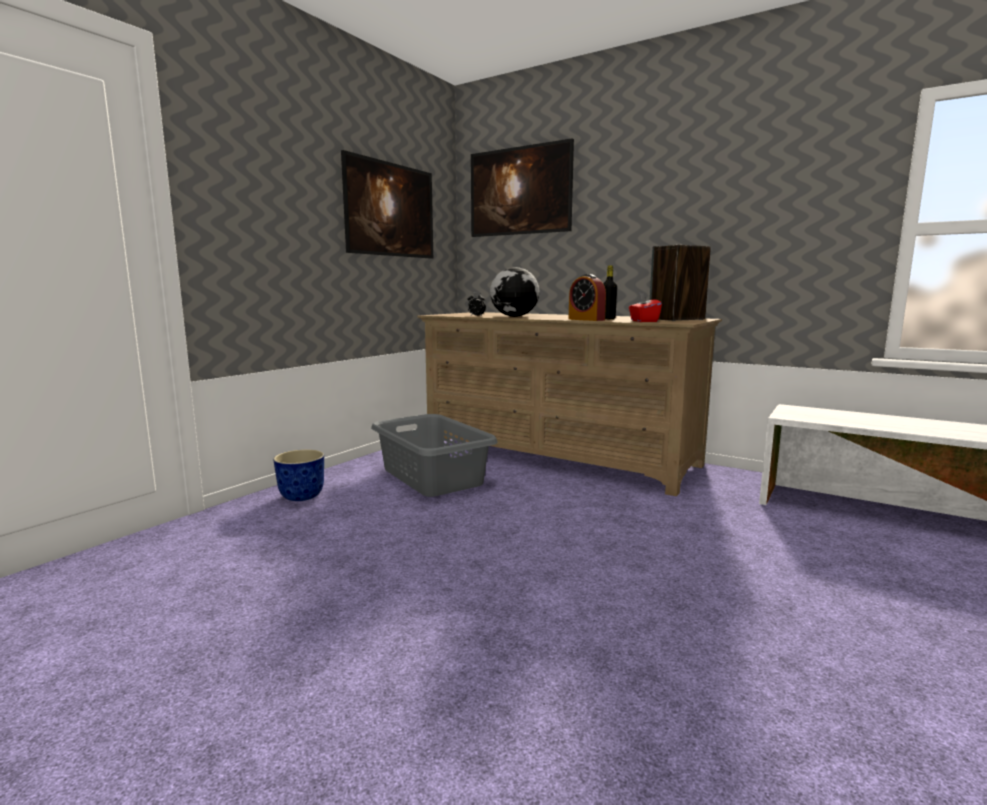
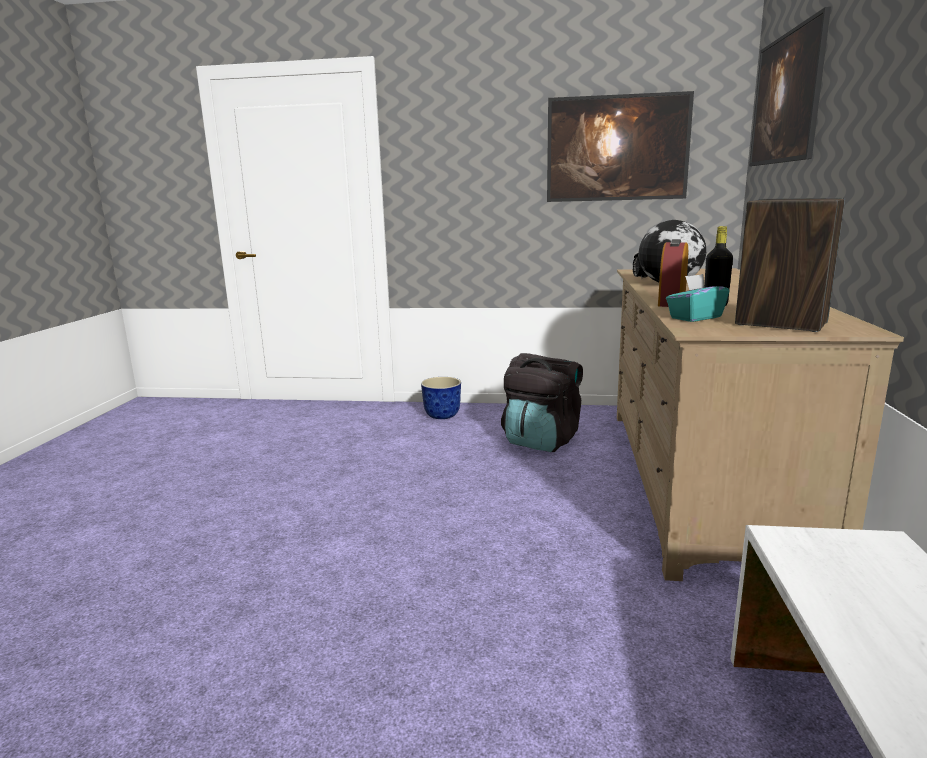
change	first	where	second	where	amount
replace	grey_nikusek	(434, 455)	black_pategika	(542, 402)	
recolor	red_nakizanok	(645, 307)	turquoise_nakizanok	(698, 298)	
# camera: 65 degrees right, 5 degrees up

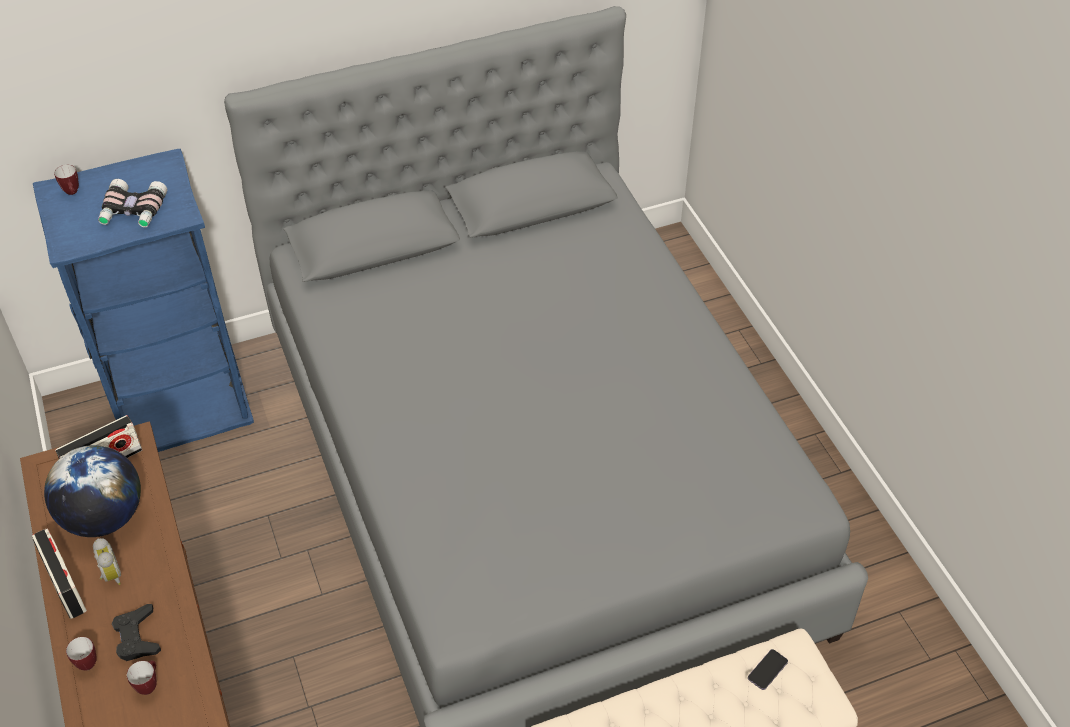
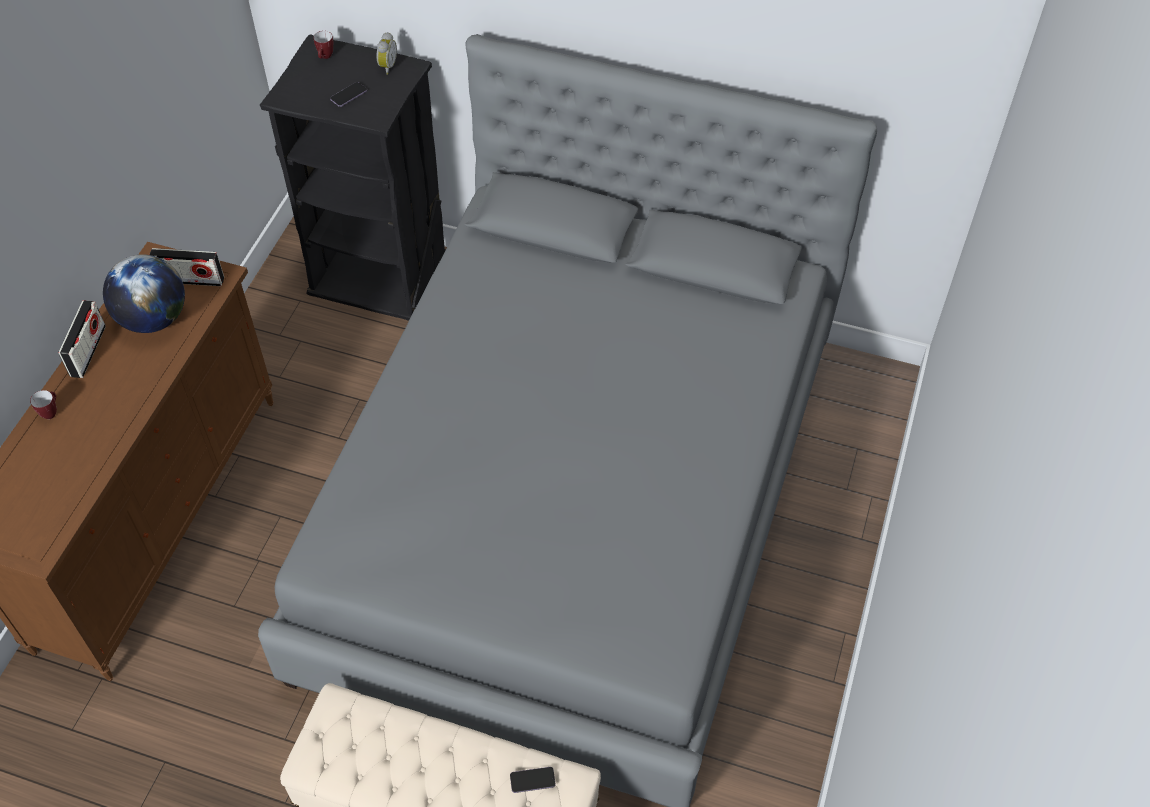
change	first	where	second	where	amount
recolor	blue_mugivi	(143, 300)	black_mugivi	(353, 177)	
move	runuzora	(107, 561)		(387, 53)	
replace	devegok	(132, 203)	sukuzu	(348, 94)	
delete	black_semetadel	(136, 632)			
delete	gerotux	(142, 678)			
# camera: 40 degrees right, 5 degrees up

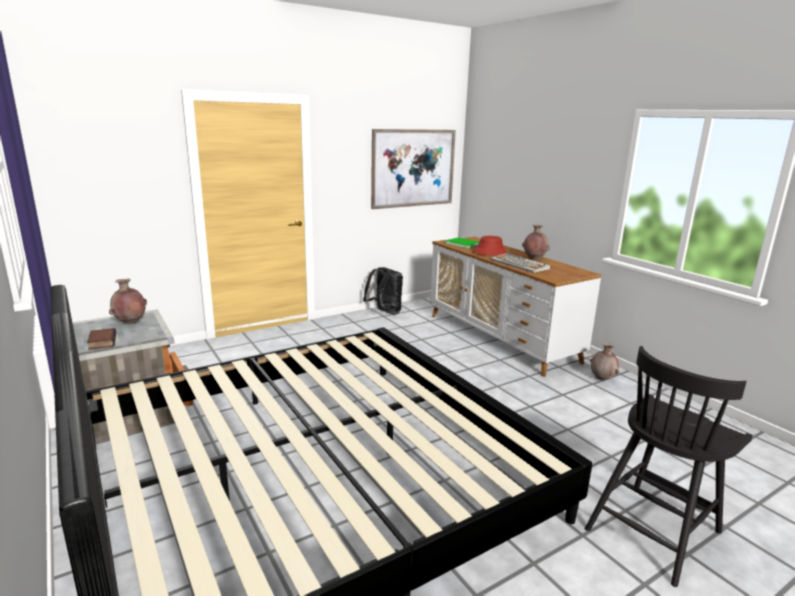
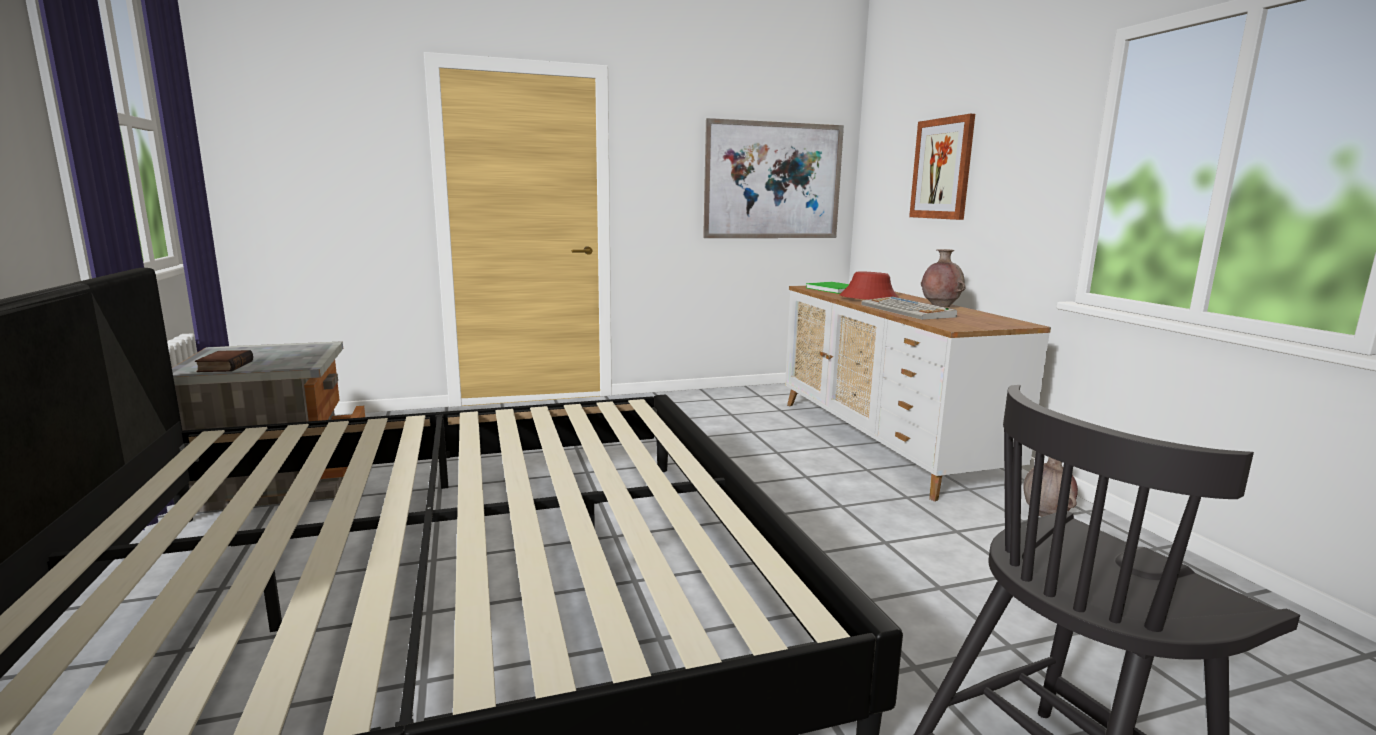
change	first	where	second	where	amount
delete	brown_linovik	(128, 301)			
delete	black_pategika	(383, 291)			
insert			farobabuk	(942, 167)	
# camera: 15 degrees right, 5 degrees down

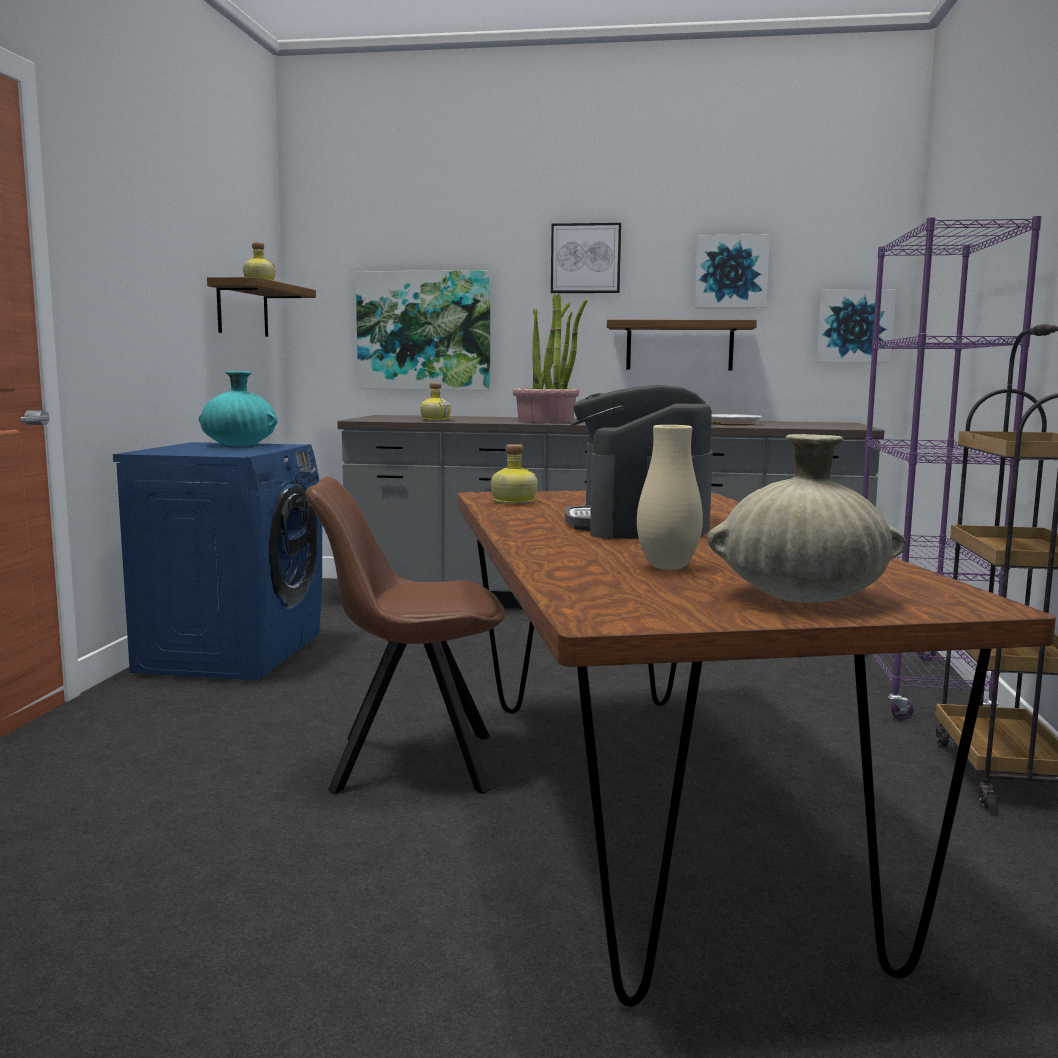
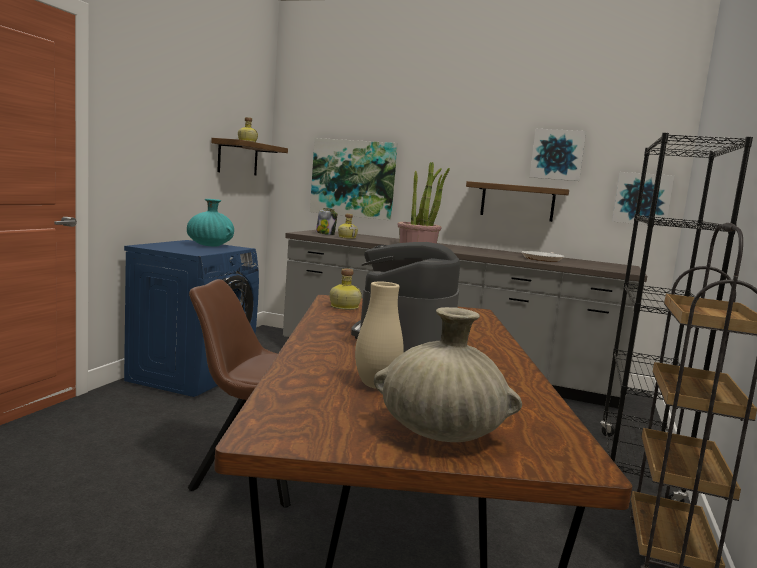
change	first	where	second	where	amount
delete	farobabuk	(586, 258)			
recolor	purple_mugivi	(952, 468)	black_mugivi	(676, 317)	
insert			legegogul	(326, 221)	
# camera: 10 degrees right, 0 degrees up

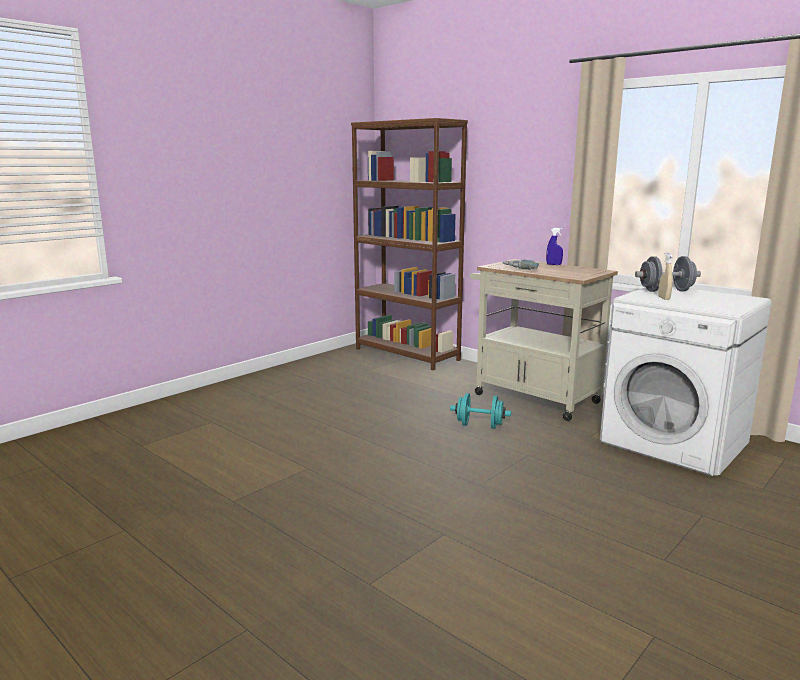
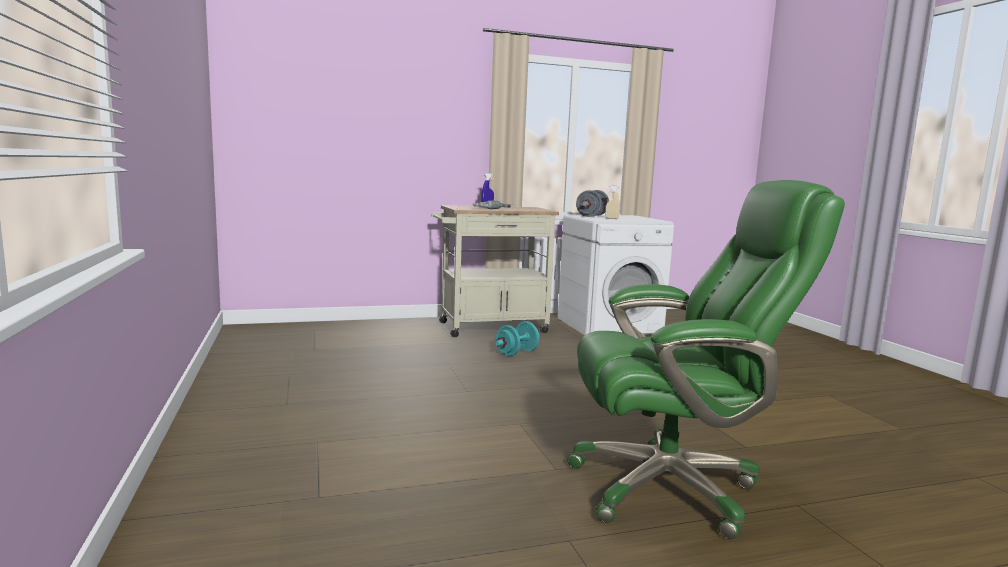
change	first	where	second	where	amount
delete	brown_mugivi	(409, 244)			
insert			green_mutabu	(706, 359)	
# camera: 60 degrees left, 5 degrees down

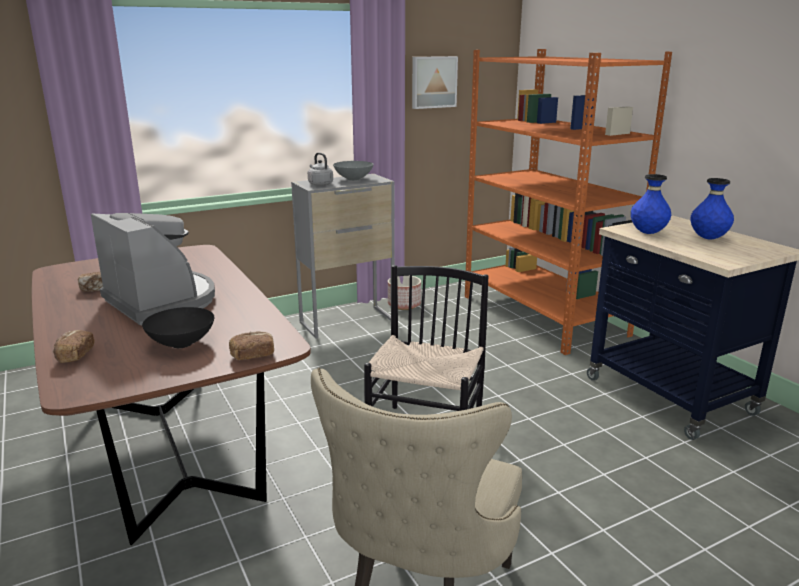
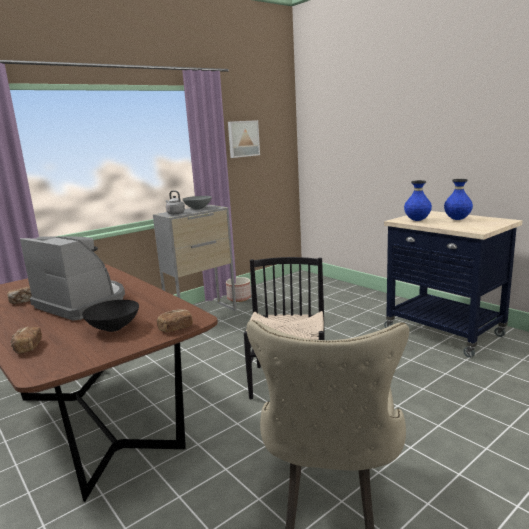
change	first	where	second	where	amount
delete	orange_mugivi	(568, 202)			
# camera: 10 degrees left, 5 degrees down

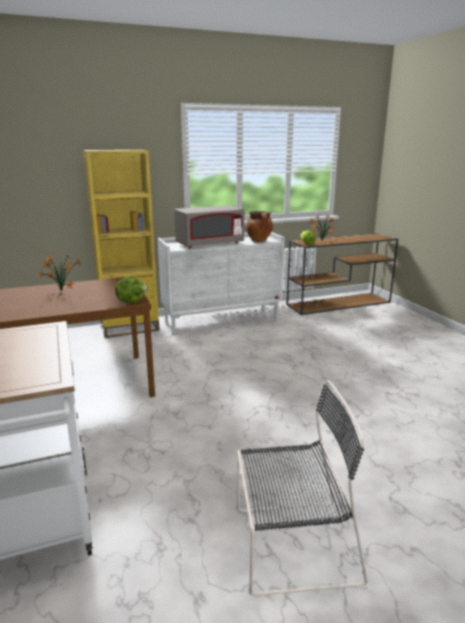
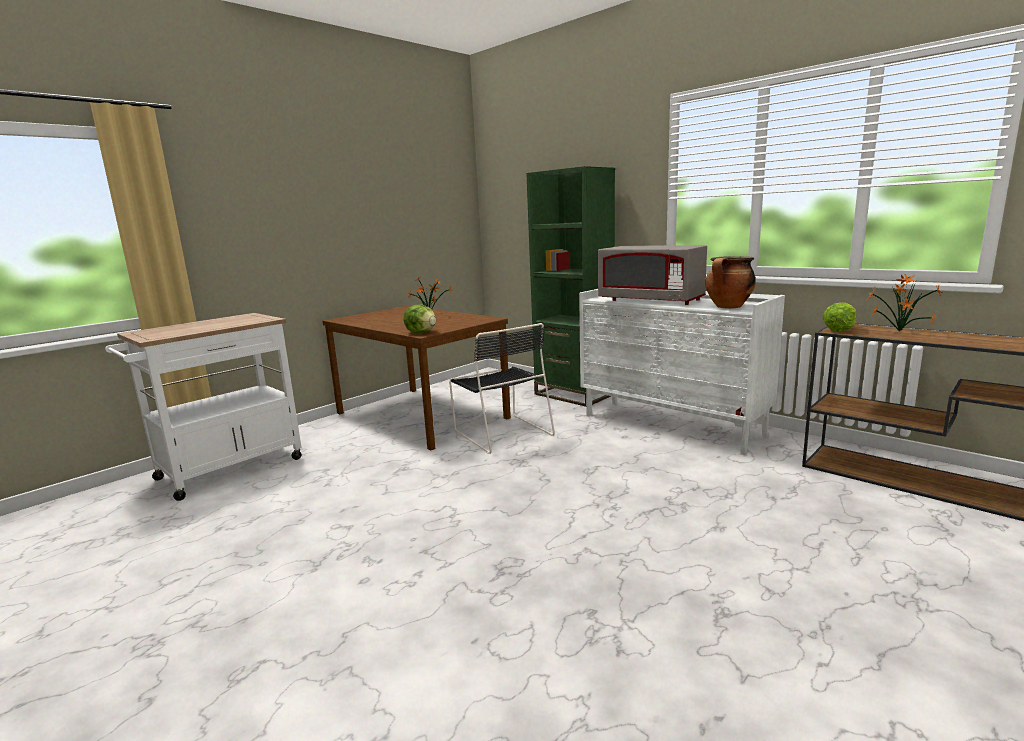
change	first	where	second	where	amount
recolor	yellow_mugivi	(121, 244)	green_mugivi	(570, 286)	
move	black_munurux	(302, 488)		(502, 388)	
# camera: 65 degrees right, 5 degrees down

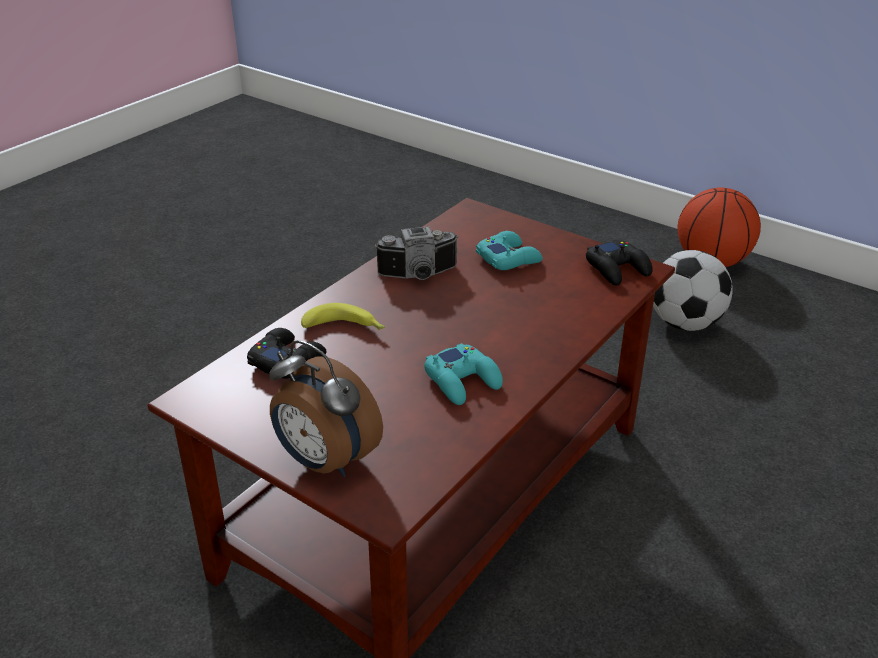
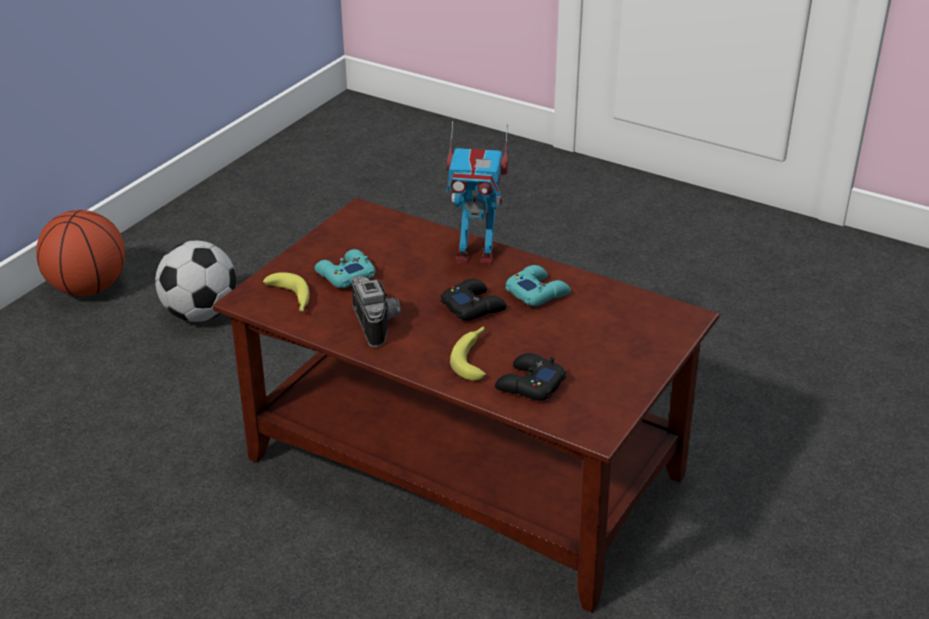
change	first	where	second	where	amount
delete	runuzora	(326, 408)			
move	black_semetadel	(619, 262)		(474, 300)	
insert			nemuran	(286, 291)	
insert			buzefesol	(477, 193)	
# camera: 95 degrees left, 0 degrees up

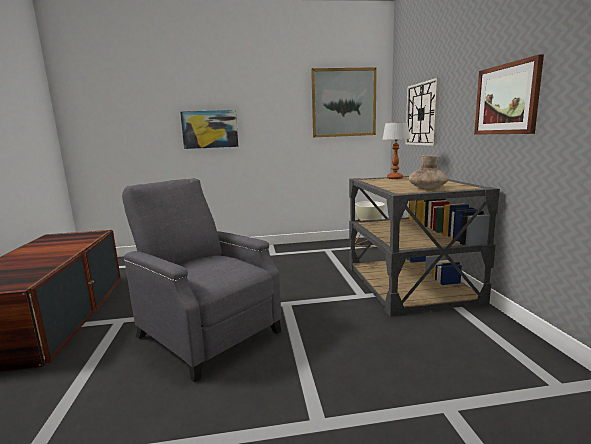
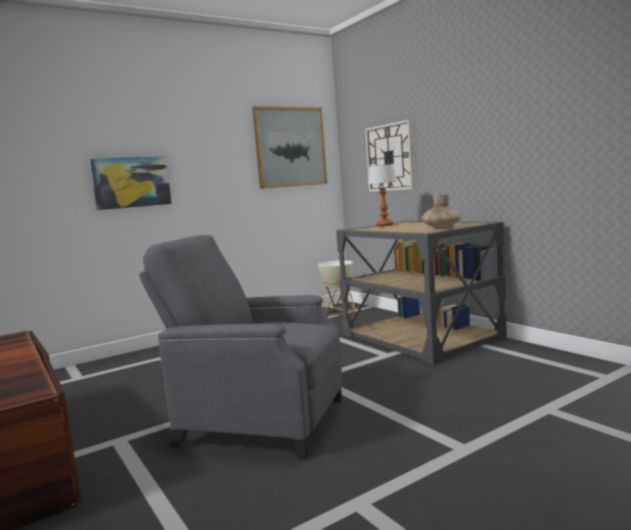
change	first	where	second	where	amount
delete	farobabuk	(509, 94)			
# camera: 25 degrees left, 5 degrees down

